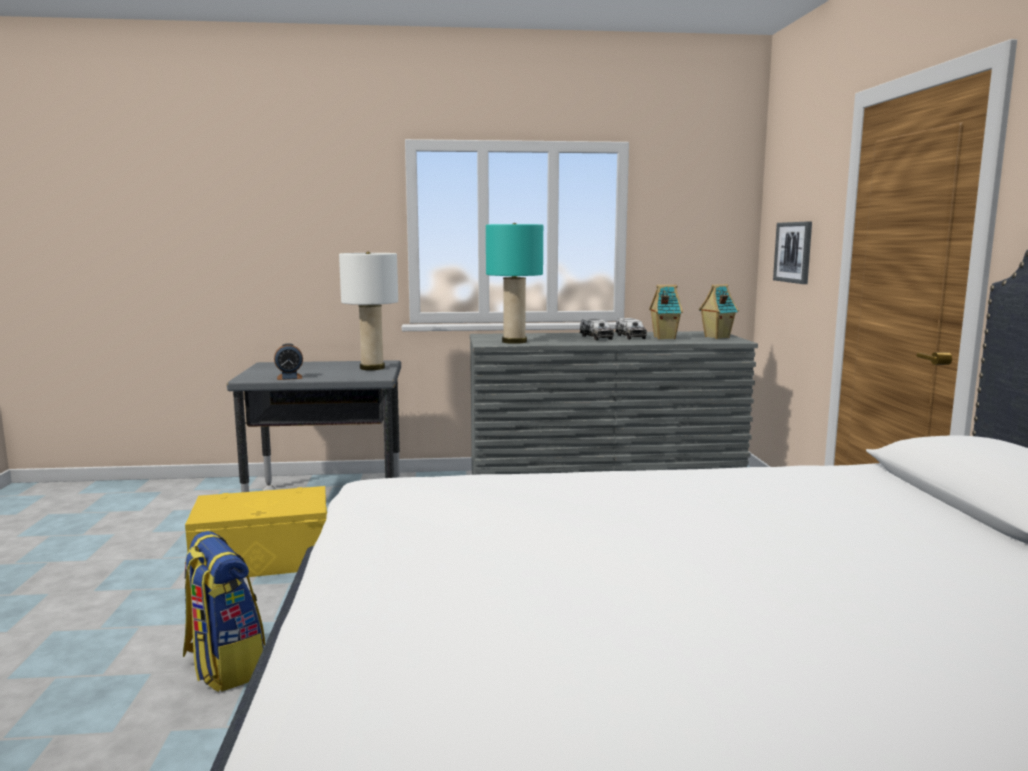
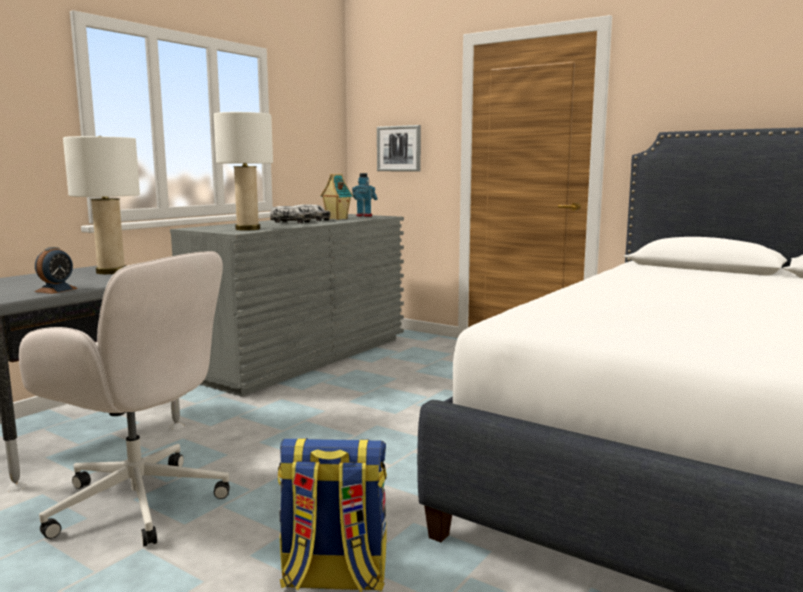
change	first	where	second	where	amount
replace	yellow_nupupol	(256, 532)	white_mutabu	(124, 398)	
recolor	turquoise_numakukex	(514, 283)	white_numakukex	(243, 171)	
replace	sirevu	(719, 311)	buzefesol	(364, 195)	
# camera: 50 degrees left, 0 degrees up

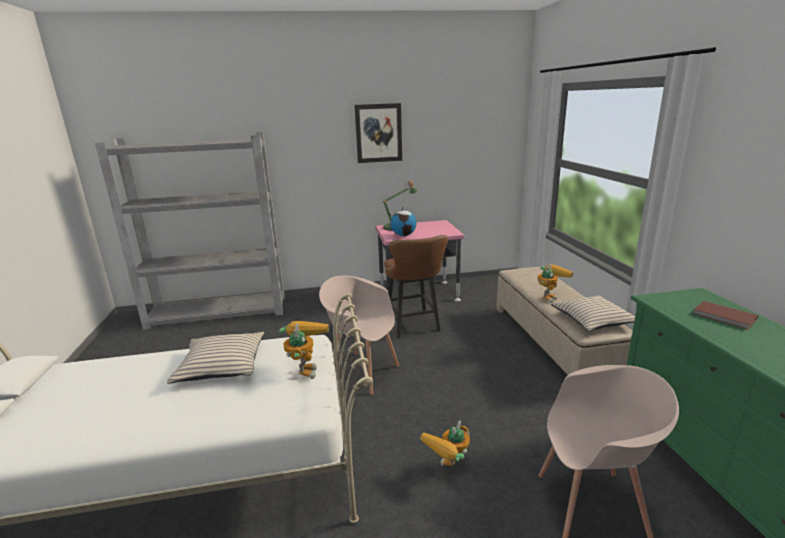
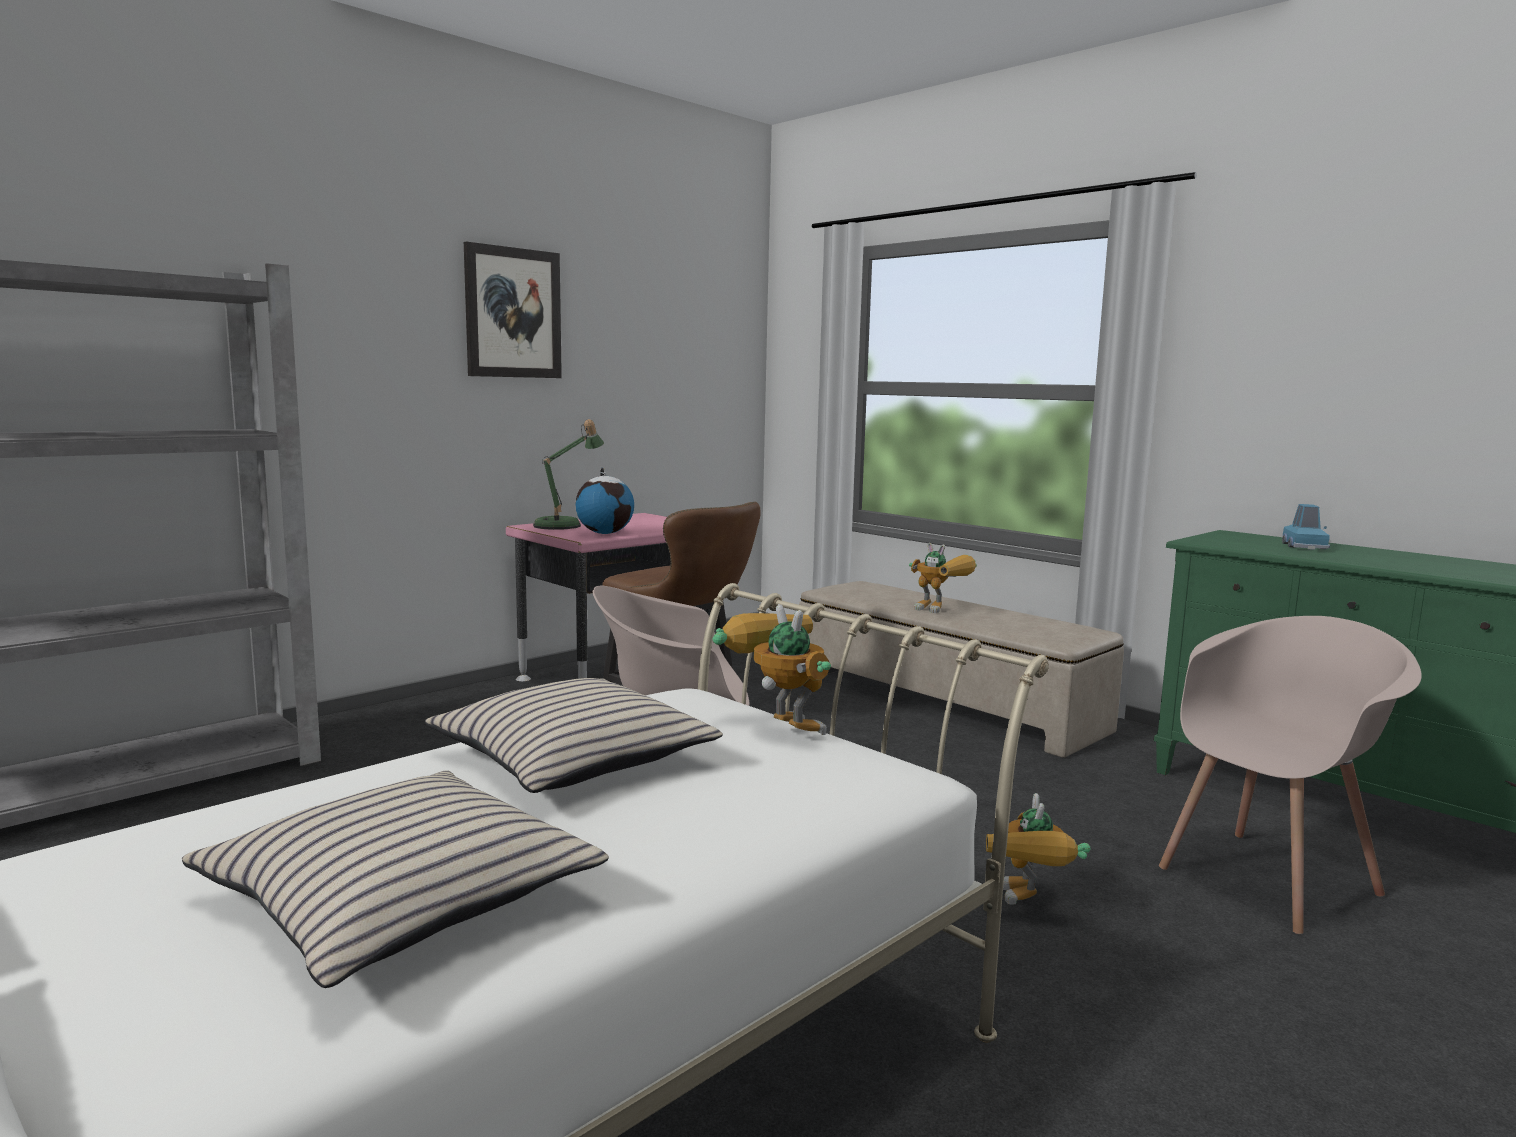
change	first	where	second	where	amount
rotate	buzefesol	(556, 283)		(943, 578)	120 degrees clockwise
move	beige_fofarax	(593, 313)		(395, 879)	
replace	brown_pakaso	(725, 315)	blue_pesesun	(1306, 527)	
# camera: 35 degrees left, 10 degrees down

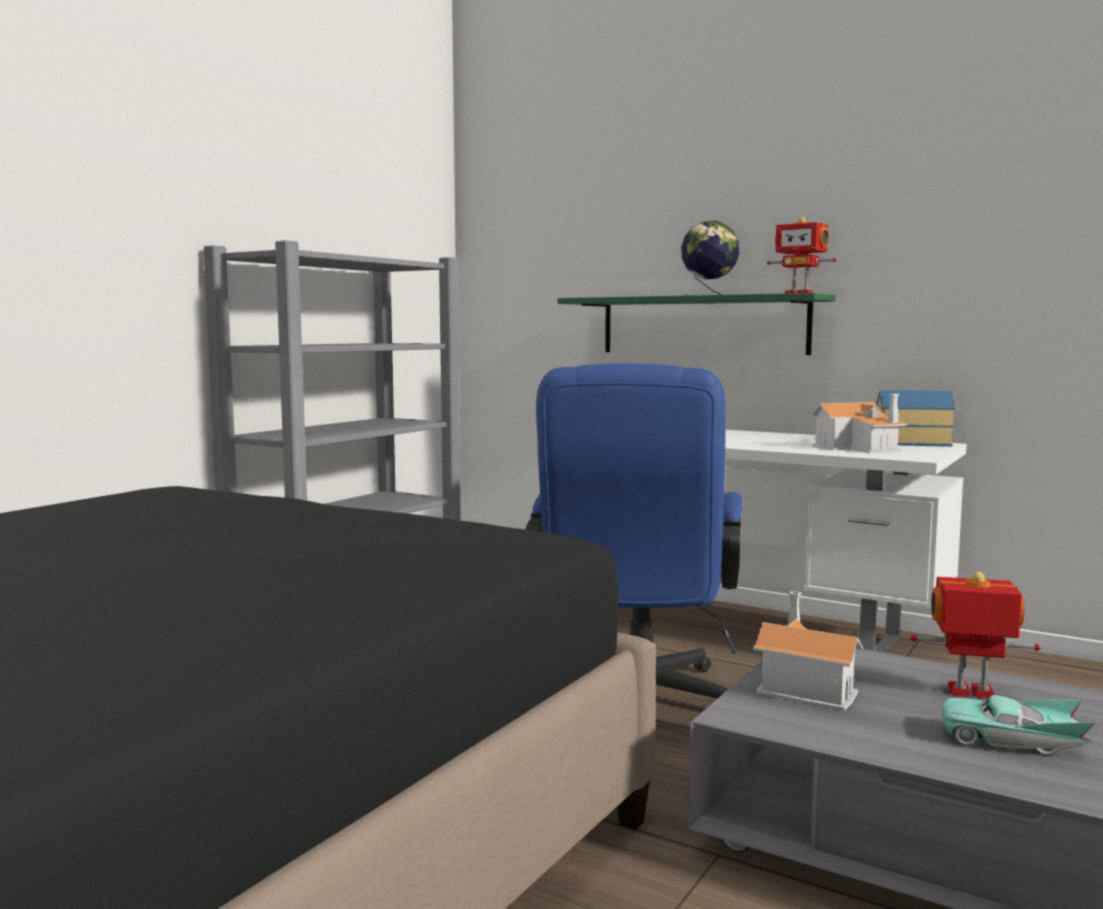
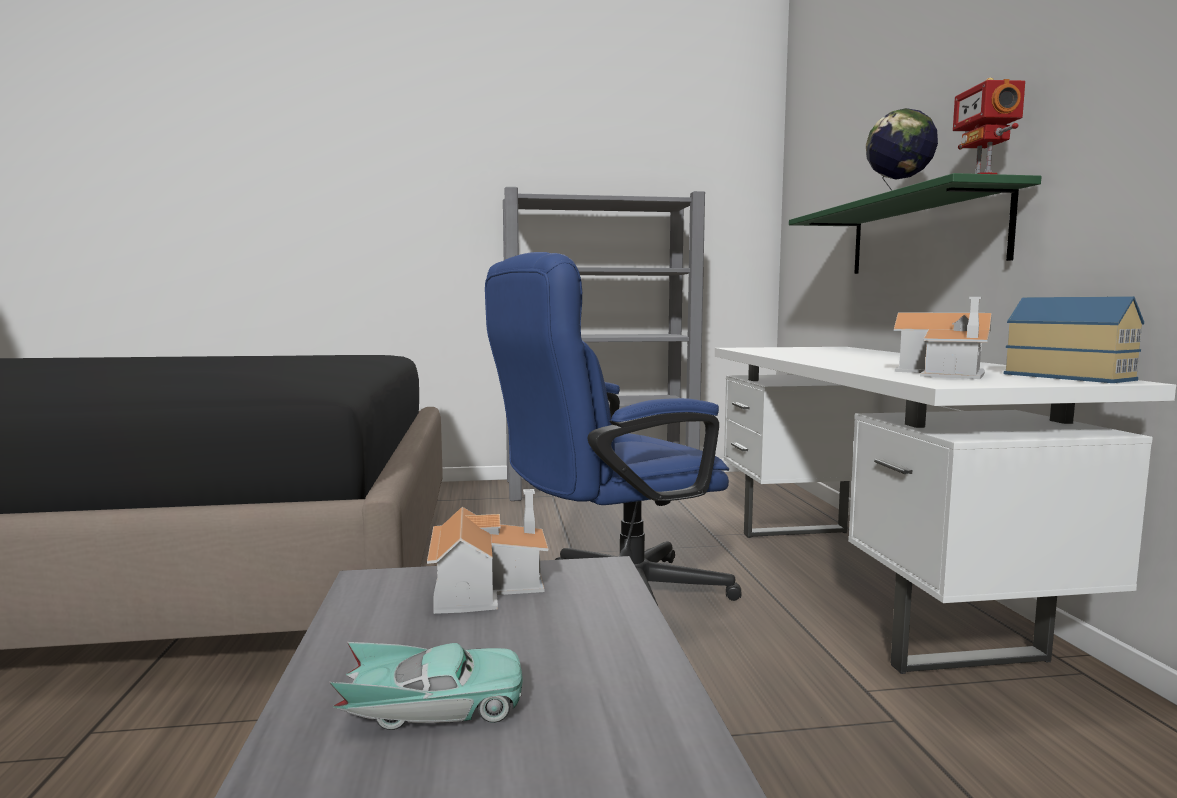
change	first	where	second	where	amount
delete	buzefesol	(976, 635)			
rotate	turquoise_pesesun	(1018, 725)		(426, 686)	105 degrees clockwise
# camera: 50 degrees right, 0 degrees up

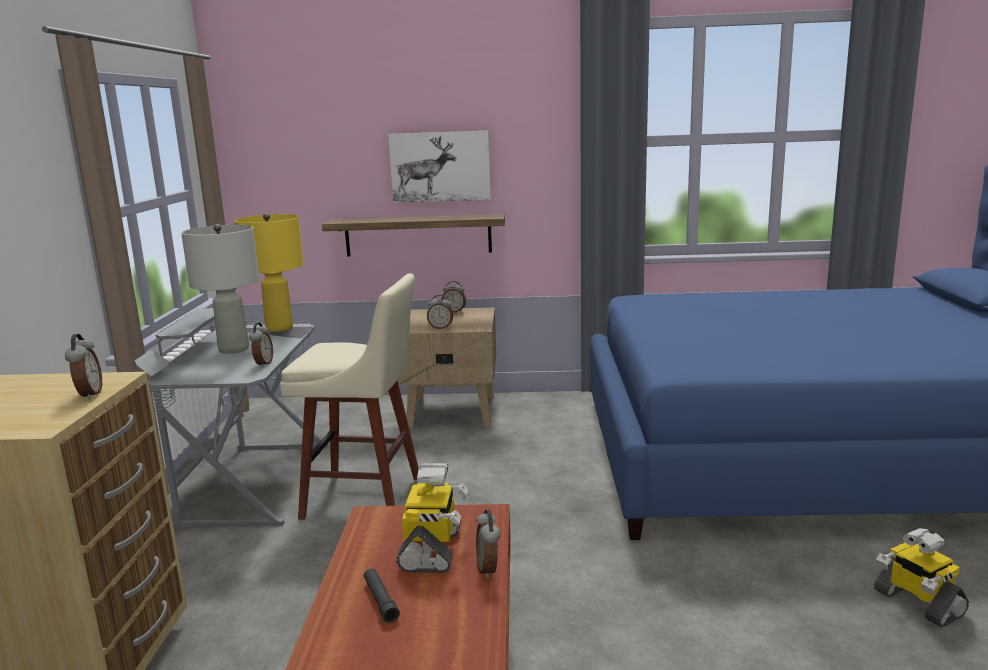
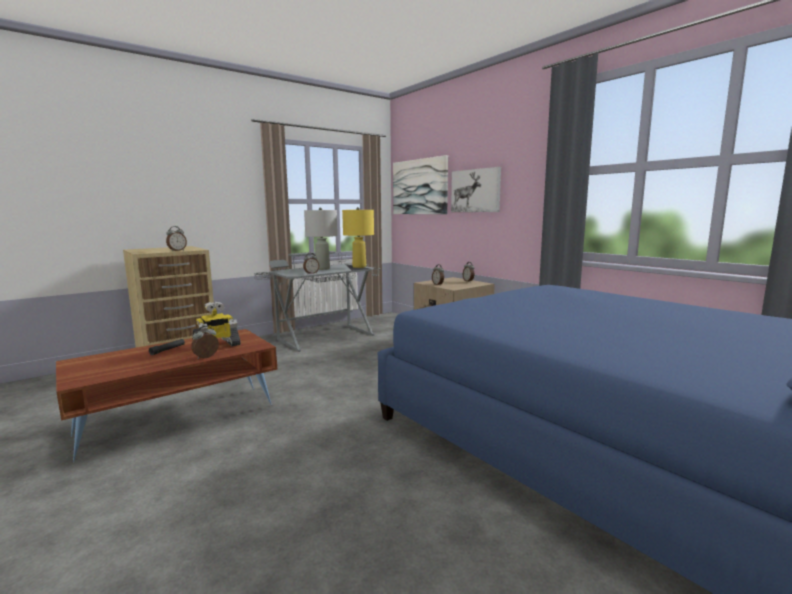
change	first	where	second	where	amount
delete	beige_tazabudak	(349, 396)			
delete	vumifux	(413, 235)			
delete	buzefesol	(921, 578)			
insert			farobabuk	(420, 184)	
# camera: 50 degrees right, 5 degrees down

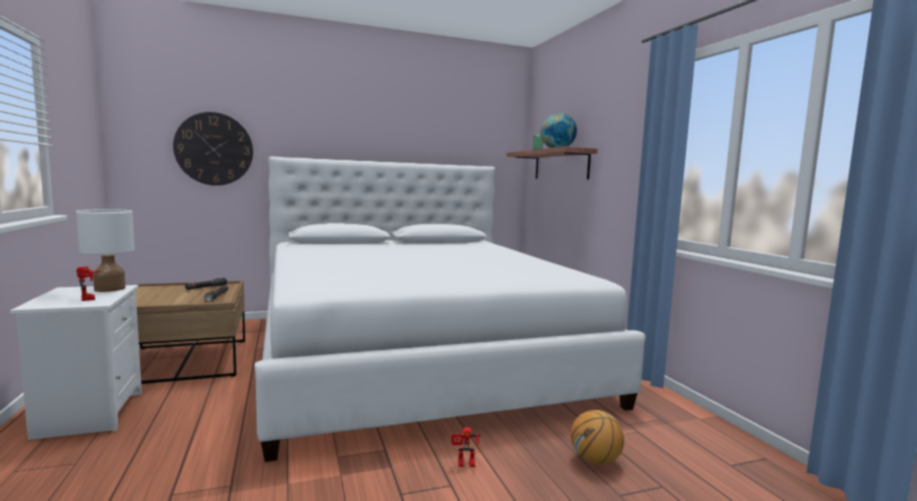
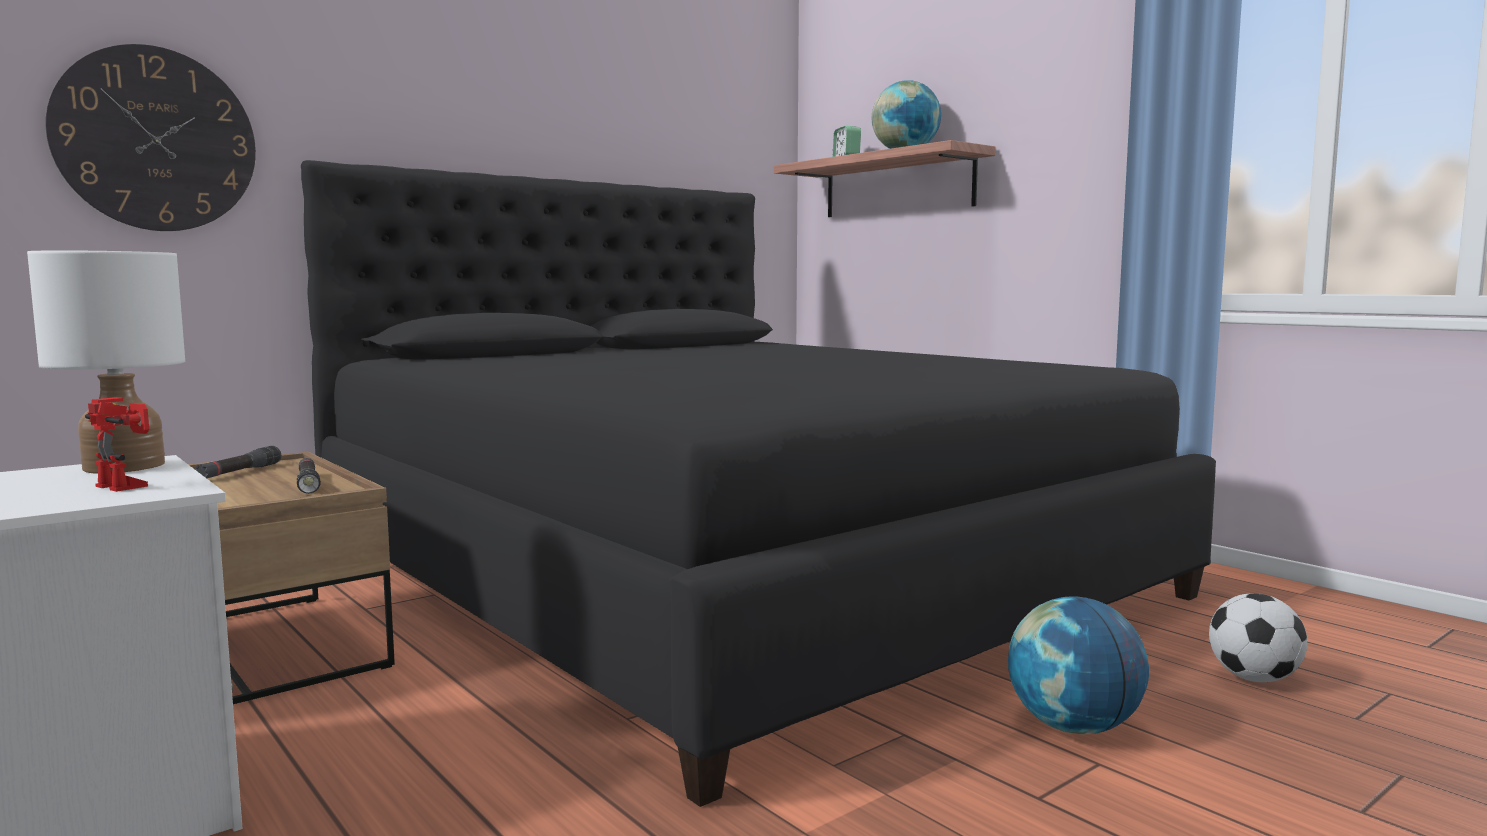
change	first	where	second	where	amount
recolor	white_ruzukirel	(449, 309)	black_ruzukirel	(758, 483)	
replace	buzefesol	(465, 447)	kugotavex	(1078, 665)	
replace	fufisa	(597, 437)	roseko	(1258, 637)	
# camera: 20 degrees left, 0 degrees up

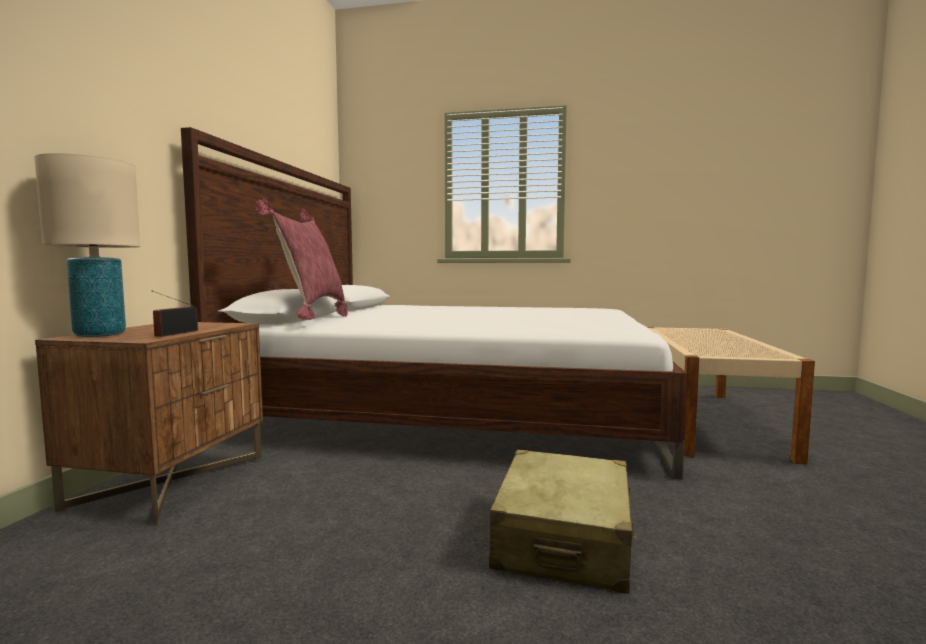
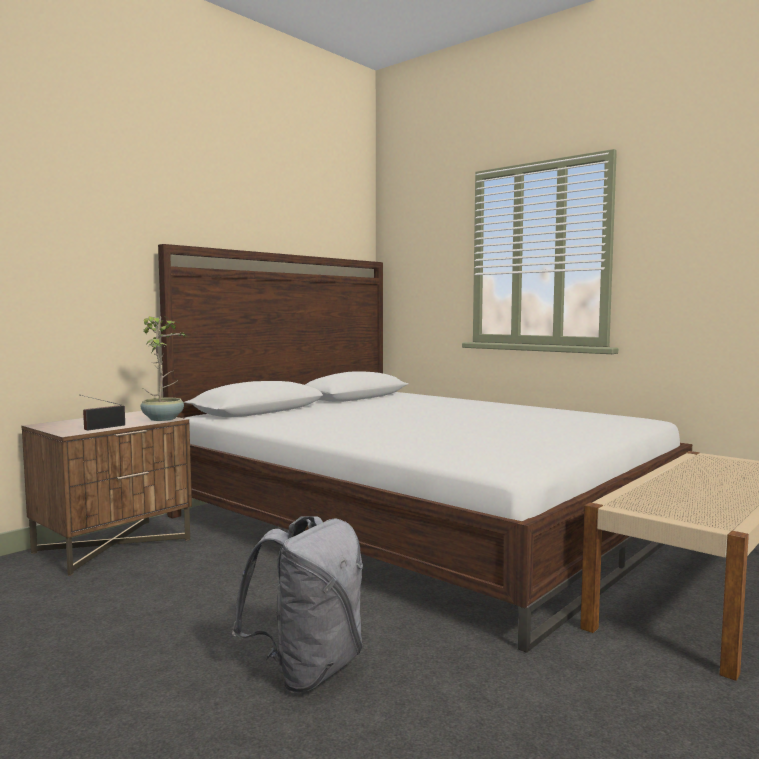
change	first	where	second	where	amount
delete	beige_numakukex	(87, 245)			
delete	red_fofarax	(301, 259)			
replace	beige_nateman	(563, 522)	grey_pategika	(297, 604)	
insert			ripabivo	(164, 368)	
# camera: 30 degrees right, 0 degrees up

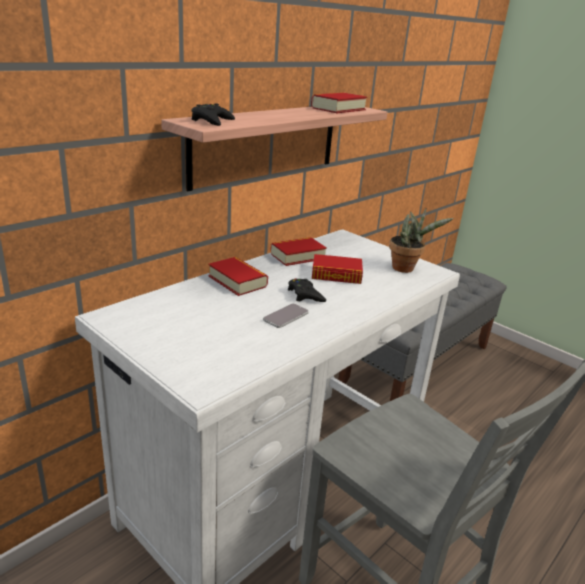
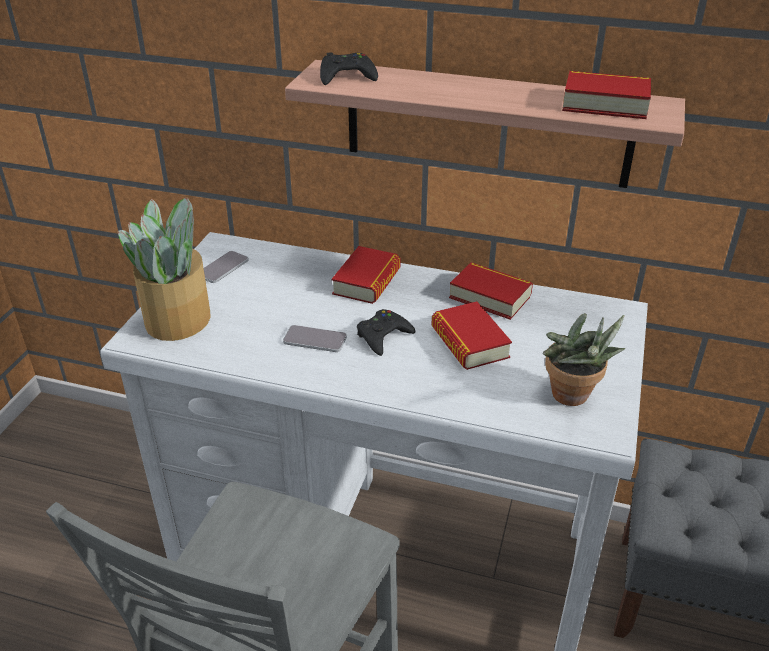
change	first	where	second	where	amount
insert			ripabivo	(164, 269)	
insert			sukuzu	(226, 267)	
# camera: 65 degrees right, 10 degrees up

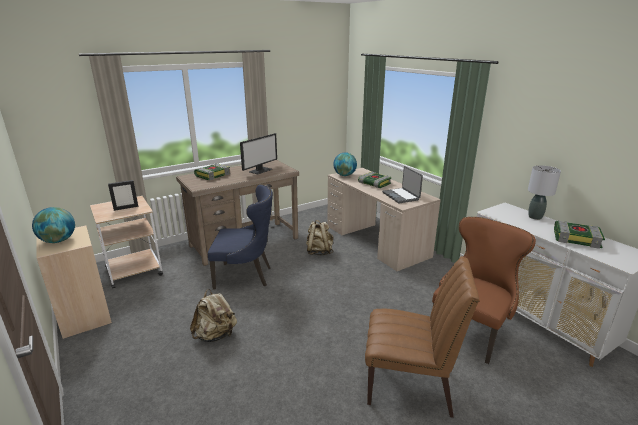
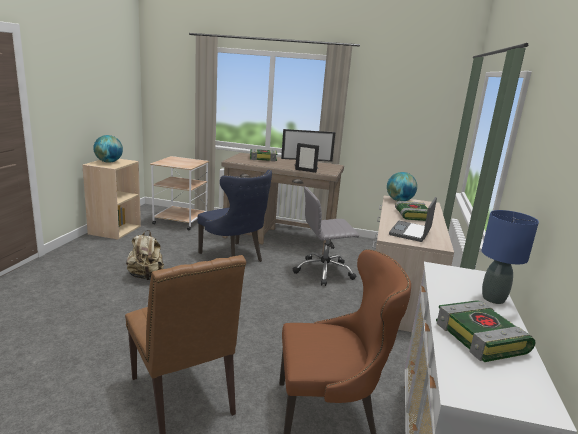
change	first	where	second	where	amount
move	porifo	(123, 195)		(307, 158)	
replace	beige_pategika	(320, 238)	grey_mutabu	(325, 236)	
recolor	grey_numakukex	(544, 192)	blue_numakukex	(510, 257)	
# camera: 45 degrees right, 5 degrees down

